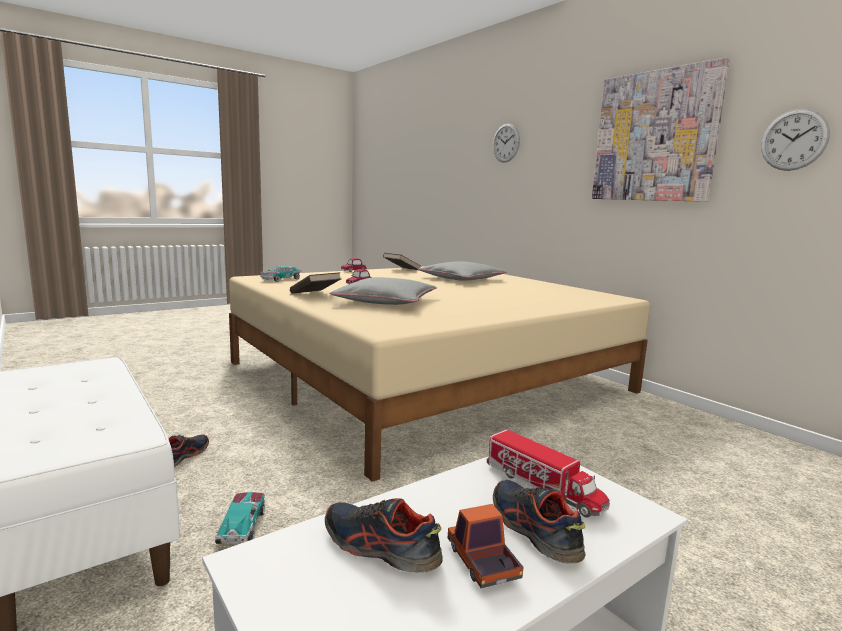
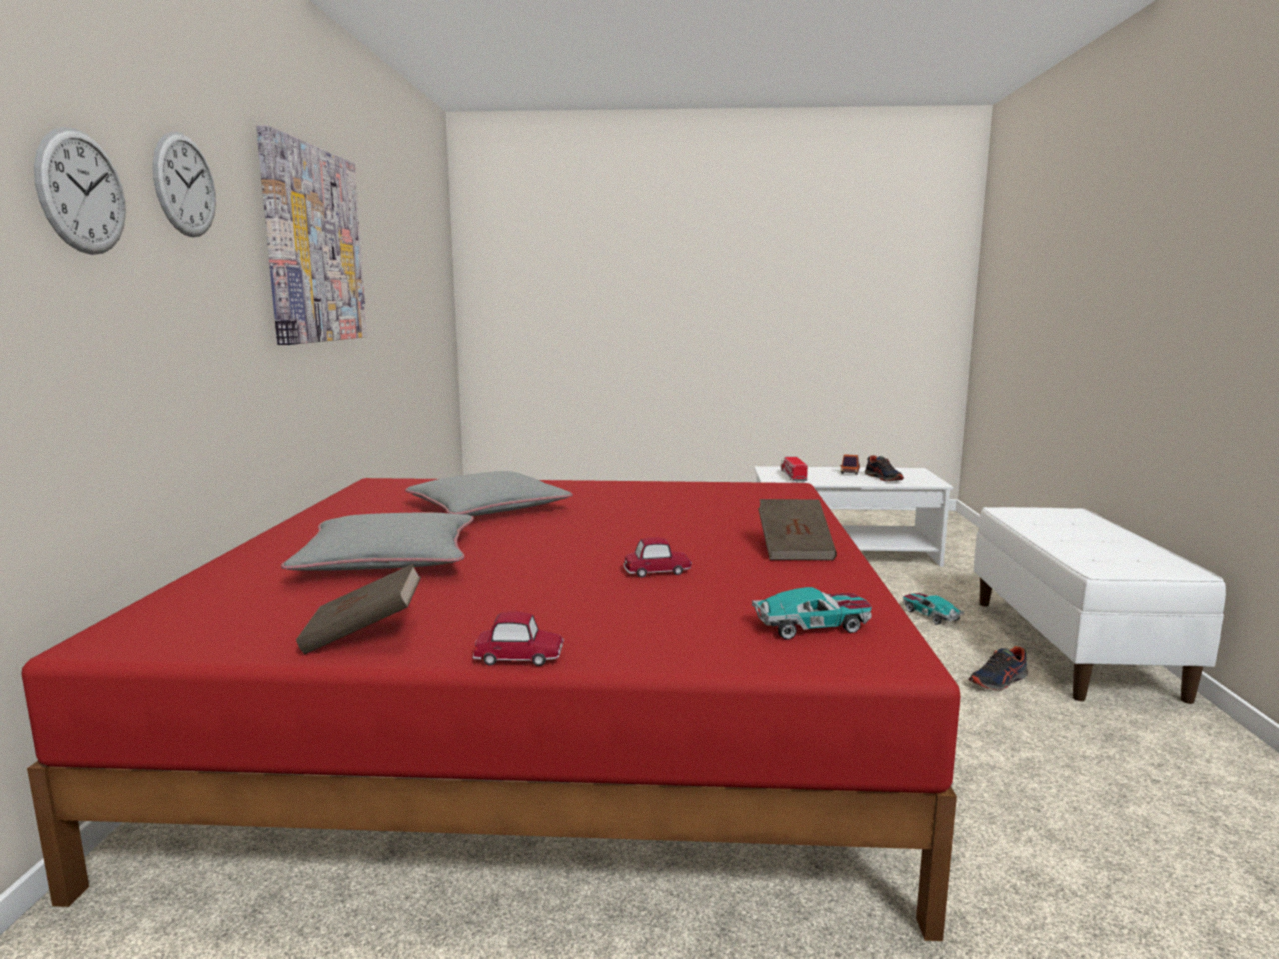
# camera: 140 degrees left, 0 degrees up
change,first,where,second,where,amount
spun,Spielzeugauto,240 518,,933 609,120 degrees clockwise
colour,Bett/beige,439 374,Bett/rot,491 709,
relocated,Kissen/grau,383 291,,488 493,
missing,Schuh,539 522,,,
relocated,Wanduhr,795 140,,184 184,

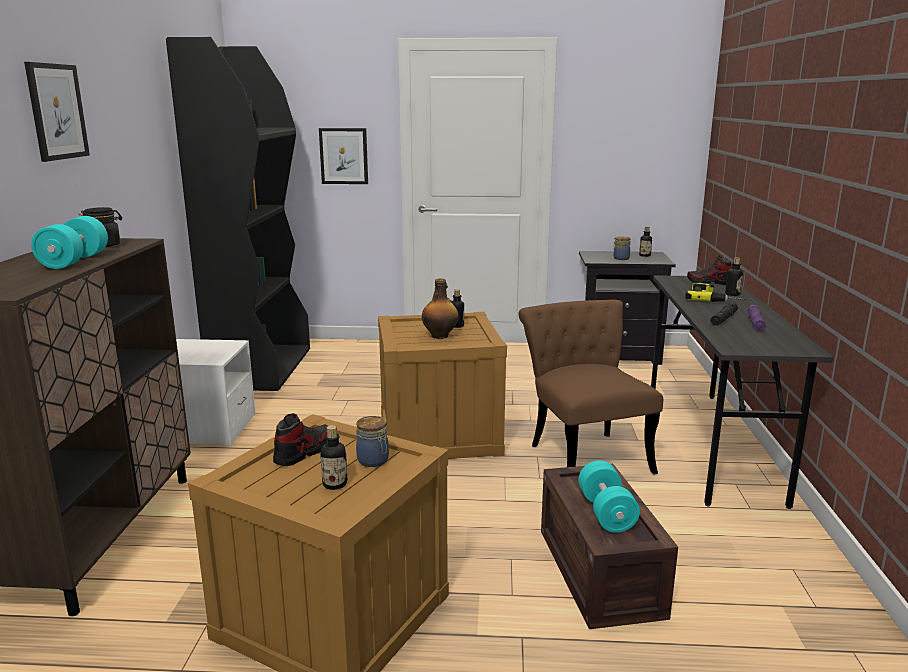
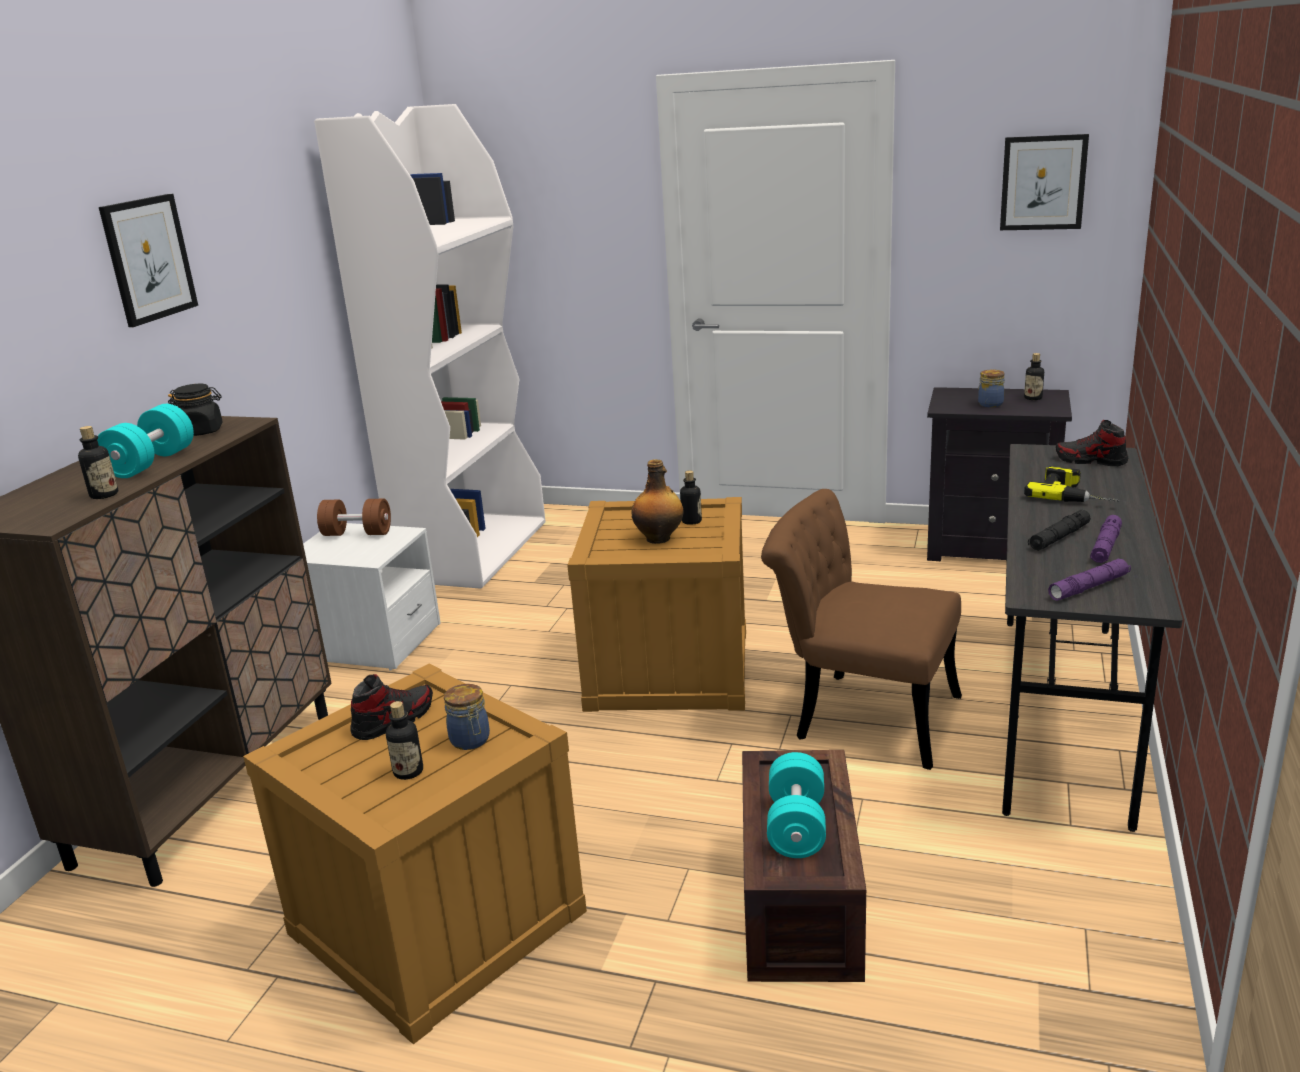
# camera: 15 degrees right, 5 degrees up
change,first,where,second,where,amount
colour,Bücherregal/schwarz,238 214,Bücherregal/weiß,430 346,
relocated,Bild,343 156,,1044 182,
spun,Stuhl/braun,591 387,,861 629,60 degrees counterclockwise
relocated,Flasche,734 276,,98 462,
appeared,,,Hantel/braun,354 517,
appeared,,,Taschenlampe/lila,1089 580,

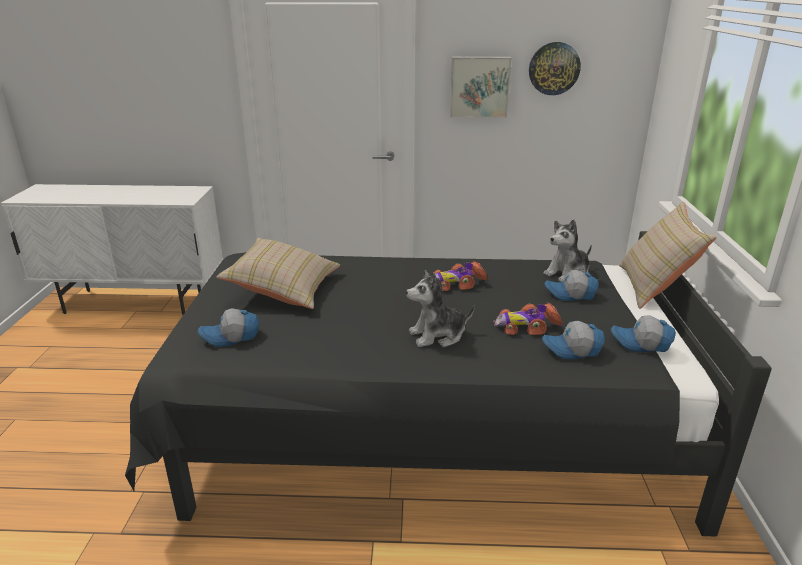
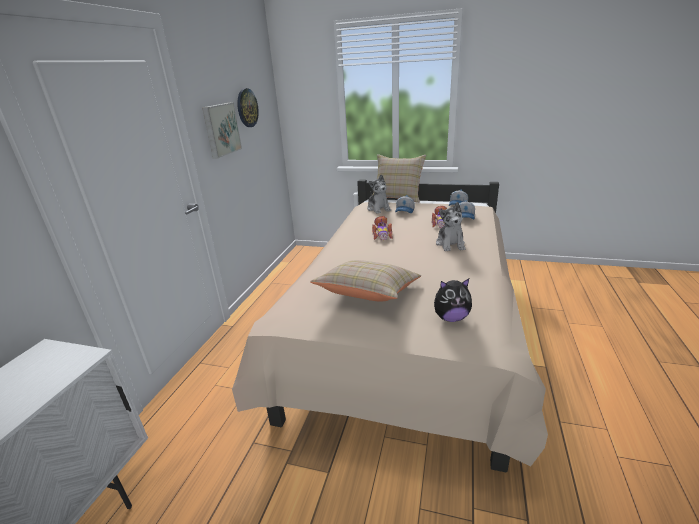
# camera: 75 degrees left, 0 degrees up
change,first,where,second,where,amount
colour,Bett/schwarz,448 383,Bett/beige,390 325,
exchanged,Kappe,228 327,Plüschtier,453 300,

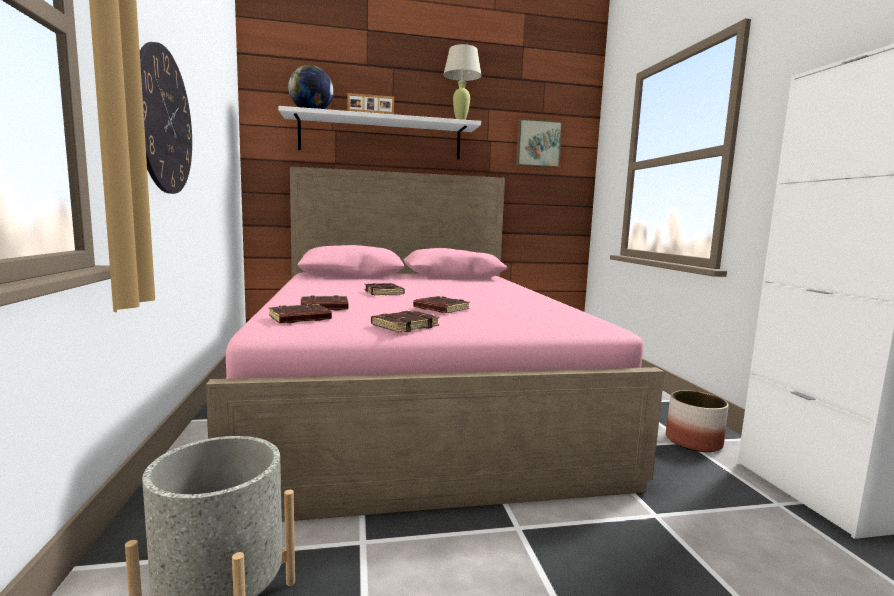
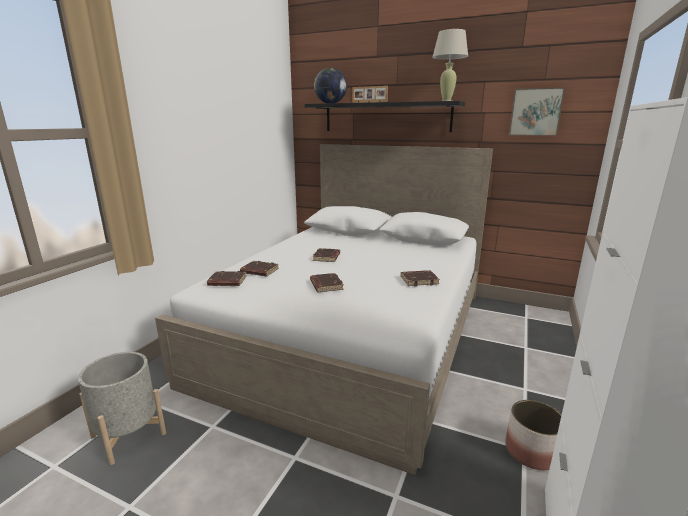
# camera: 35 degrees right, 10 degrees up
change,first,where,second,where,amount
missing,Wanduhr,166 118,,,
colour,Bett/rosa,435 344,Bett/weiß,324 309,
colour,Wandregal/weiß,380 133,Wandregal/schwarz,384 116,
relocated,Buch/braun,405 322,,420 278,

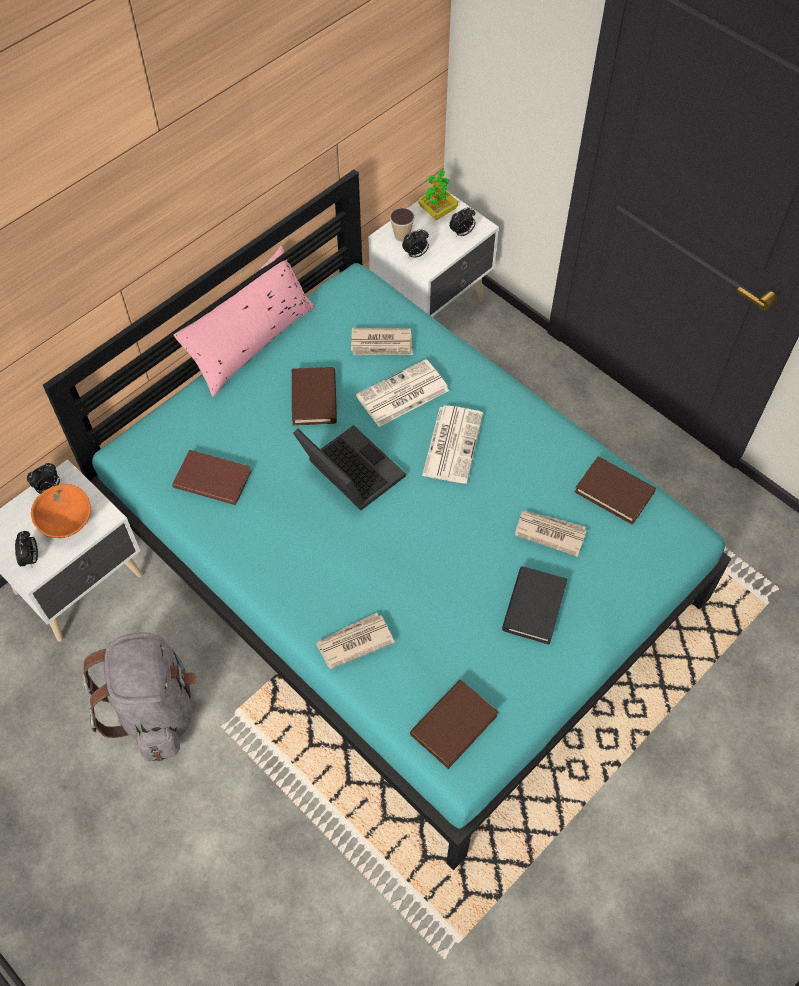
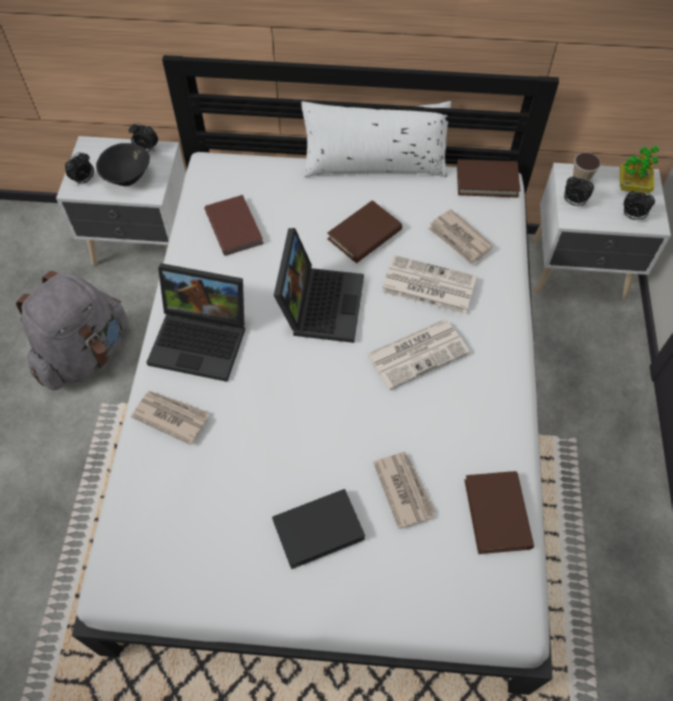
# camera: 50 degrees right, 0 degrees up
change,first,where,second,where,amount
colour,Schüssel/orange,61 511,Schüssel/schwarz,123 164,
colour,Bett/türkis,387 519,Bett/weiß,315 375,
colour,Kissen/rosa,244 321,Kissen/weiß,376 139,
relocated,Buch/braun,454 724,,488 178,
appeared,,,Laptop,195 322,

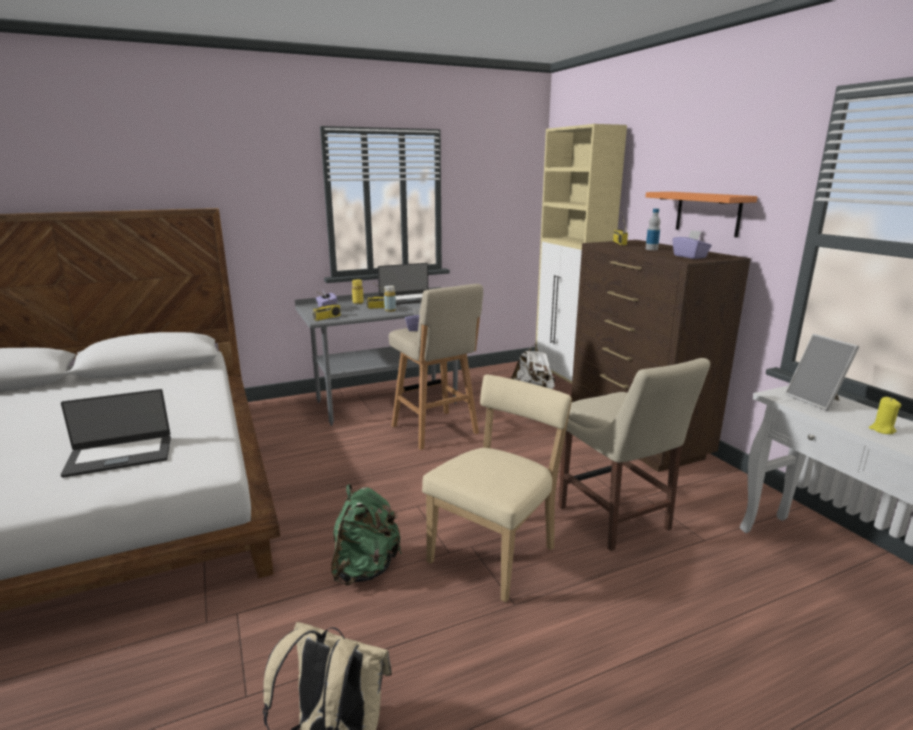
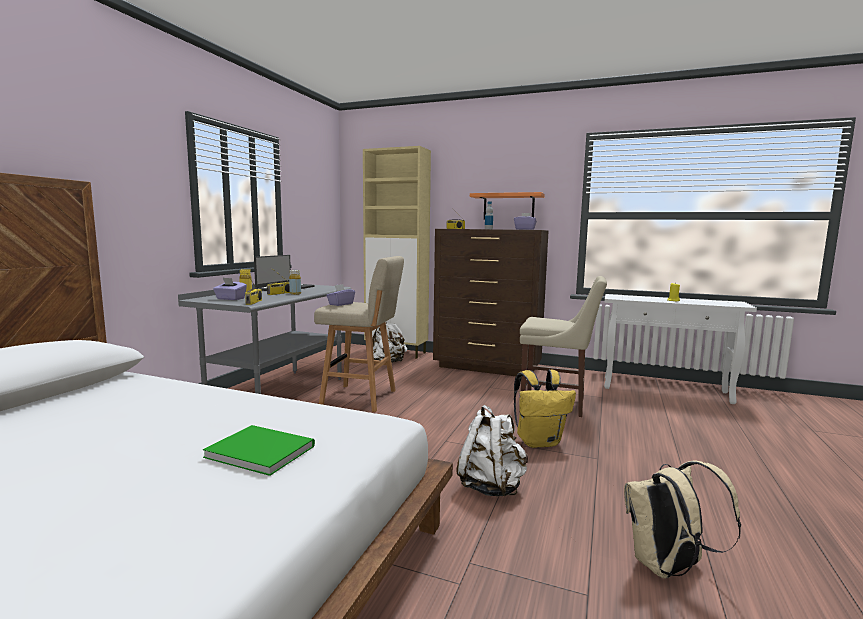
# camera: 45 degrees left, 10 degrees down
change,first,where,second,where,amount
exchanged,Laptop,116 433,Buch/grün,259 450,
colour,Rucksack/grün,366 535,Rucksack/weiß,492 451,
exchanged,Stuhl/beige,497 488,Rucksack/gelb,545 409,
missing,Bilderrahmen,822 372,,,

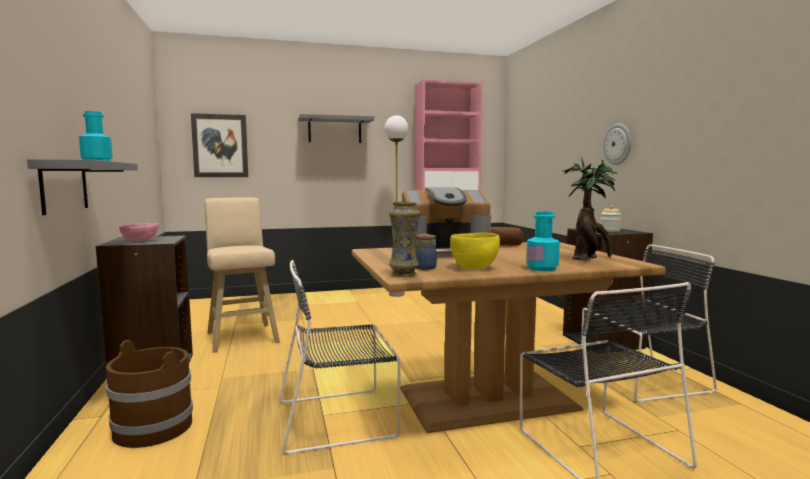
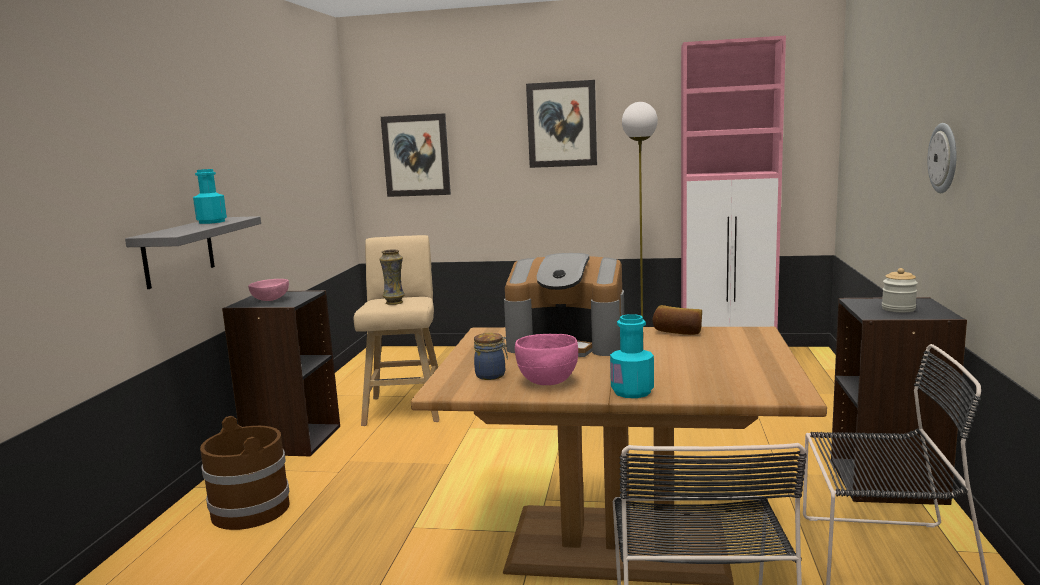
# camera: 25 degrees right, 5 degrees up
change,first,where,second,where,amount
missing,Stuhl/schwarz,340 357,,,
exchanged,Wandregal/grau,336 128,Bild,561 124,
relocated,Vase,405 239,,392 277,
colour,Schüssel/gelb,475 251,Schüssel/rosa,546 359,
missing,Topfpflanze,589 209,,,

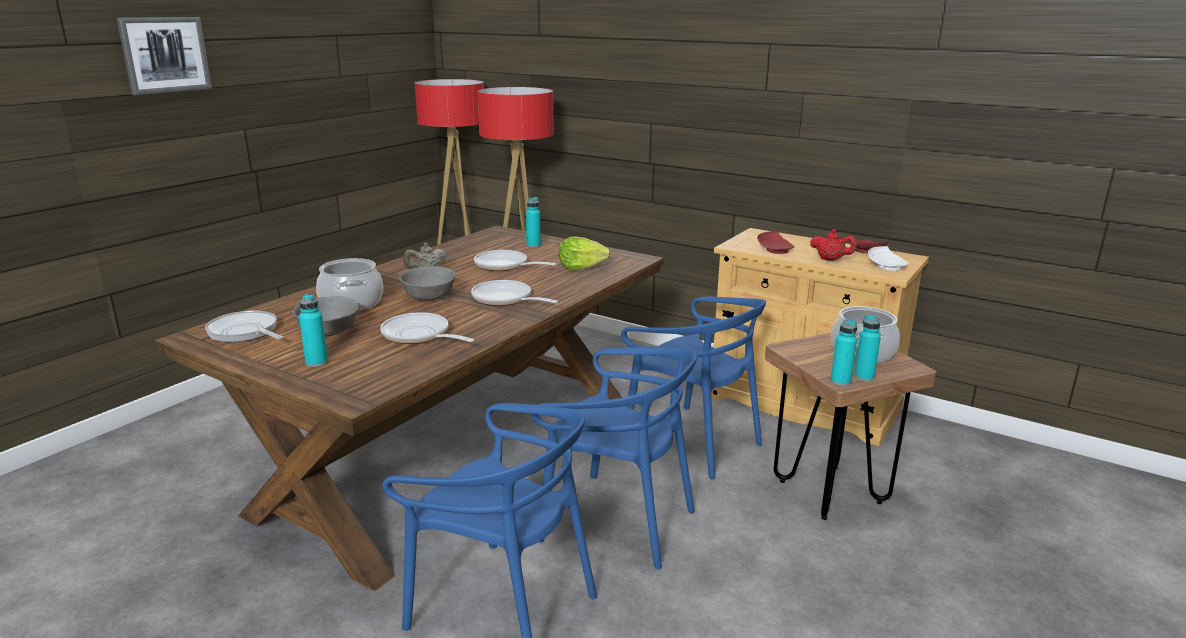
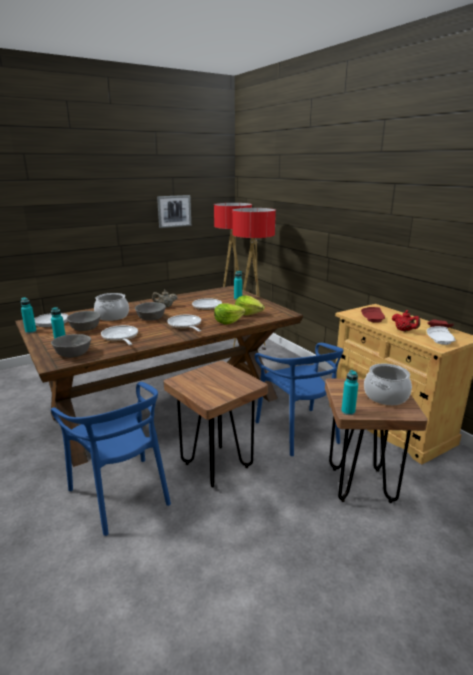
# camera: 25 degrees right, 0 degrees up
change,first,where,second,where,amount
relocated,Bild,164 56,,174 211,
exchanged,Stuhl/blau,614 458,Hocker/braun,216 424,
relocated,Flasche/türkis,867 348,,29 315,
appeared,,,Schüssel/grau,71 345,
appeared,,,Salatkopf,229 314,

